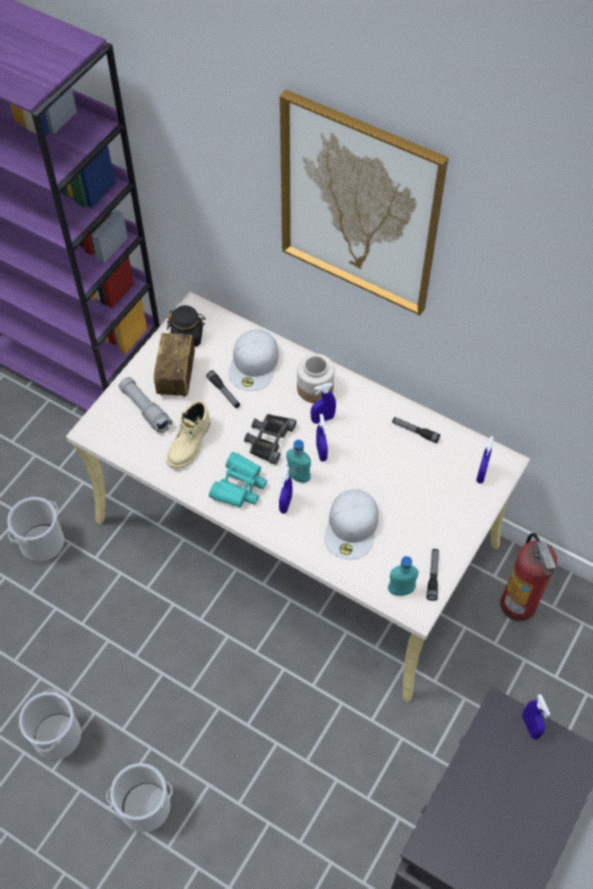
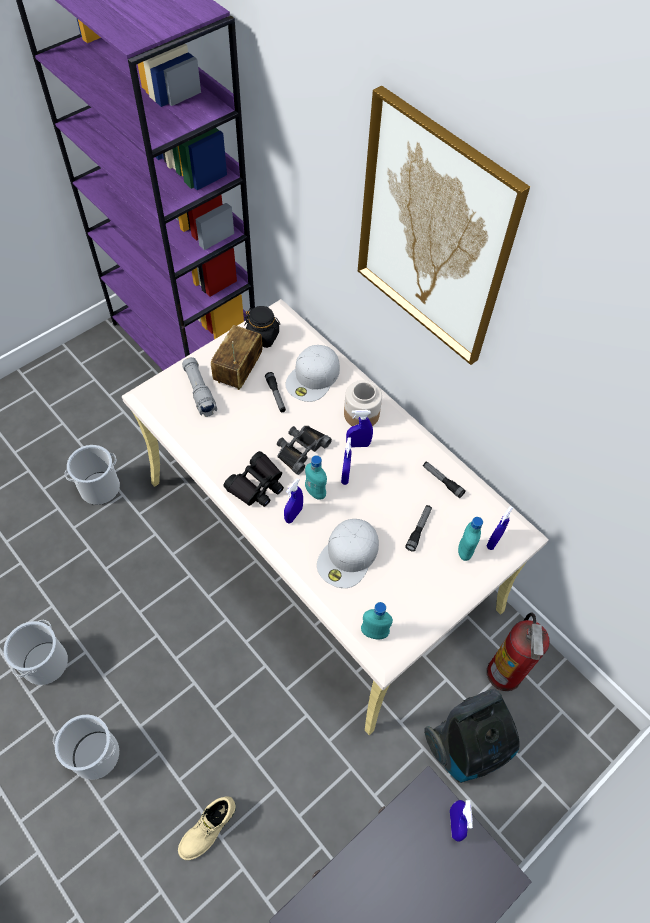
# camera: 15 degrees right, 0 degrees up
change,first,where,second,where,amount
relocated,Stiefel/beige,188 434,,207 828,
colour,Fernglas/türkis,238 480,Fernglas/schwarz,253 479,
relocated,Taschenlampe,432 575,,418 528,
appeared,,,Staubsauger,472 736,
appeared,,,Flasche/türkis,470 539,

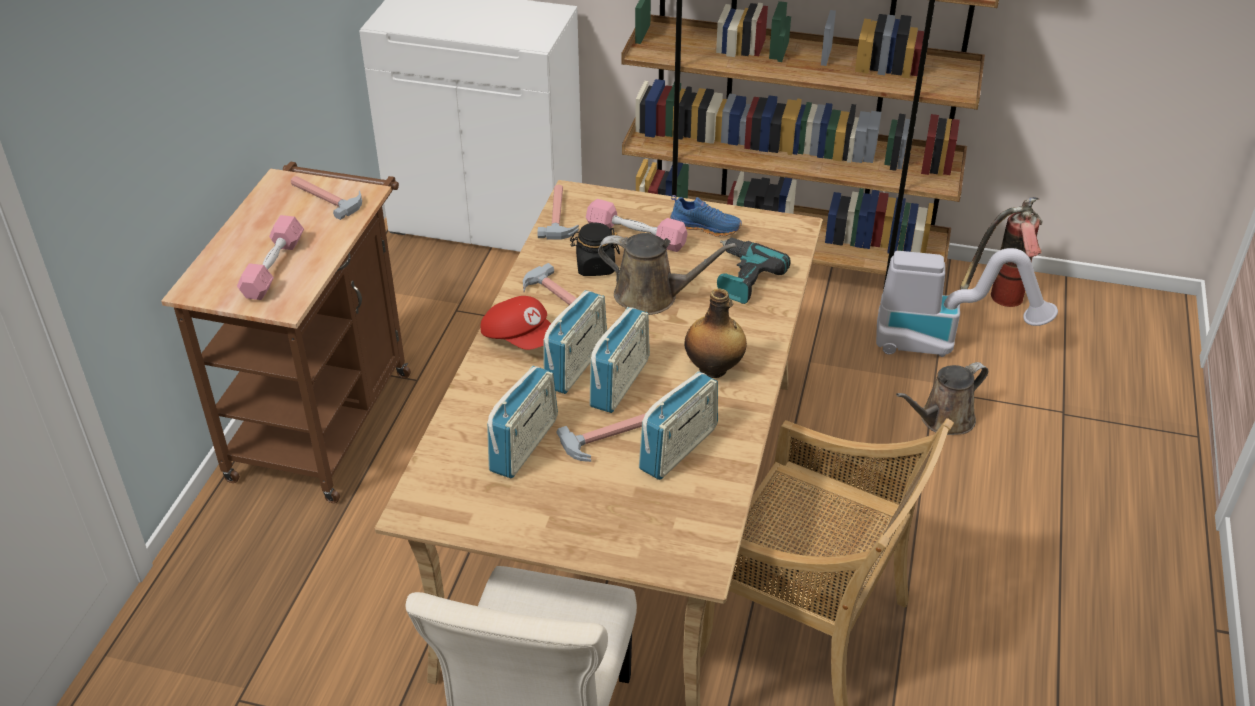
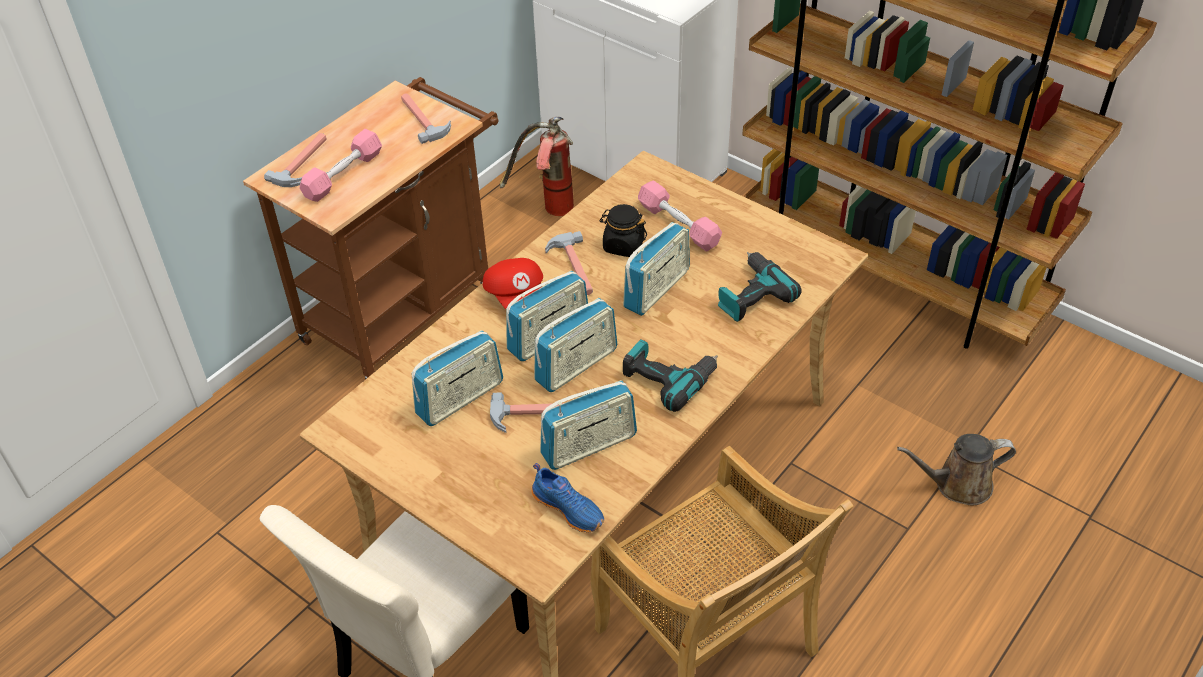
# camera: 25 degrees right, 5 degrees up
change,first,where,second,where,amount
relocated,Hammer,558 212,,295 160,
exchanged,Gießkanne/braun,667 274,Radio,656 269,
relocated,Schuh/blau,706 216,,567 498,
exchanged,Flasche,715 333,Bohrmaschine,670 375,
missing,Staubsauger,967 302,,,
relocated,Feuerlöscher,1001 252,,537 166,

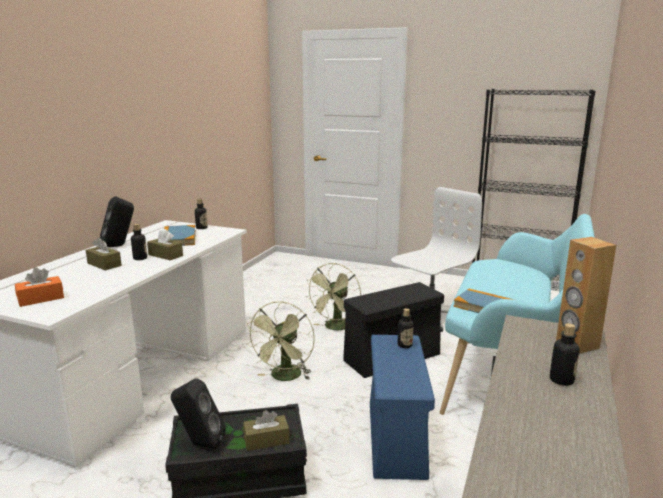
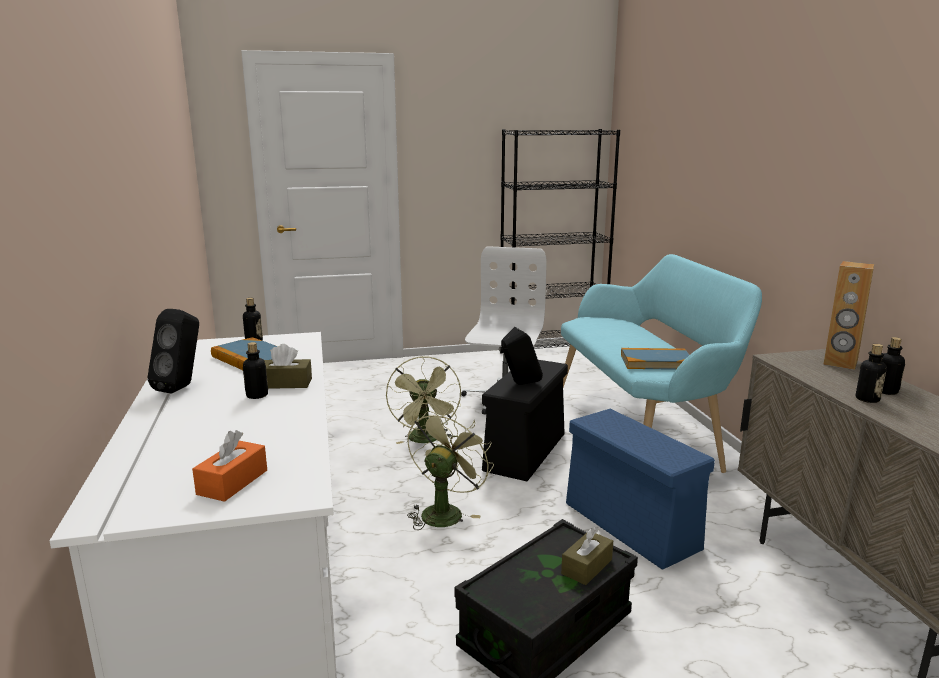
# camera: 35 degrees left, 0 degrees up
change,first,where,second,where,amount
missing,Taschentuchbox/braun,104 253,,,
relocated,Lautsprecher/schwarz,198 414,,522 356,
spun,Ventilator/grün,280 341,,450 469,135 degrees counterclockwise
relocated,Flasche,406 328,,871 373,

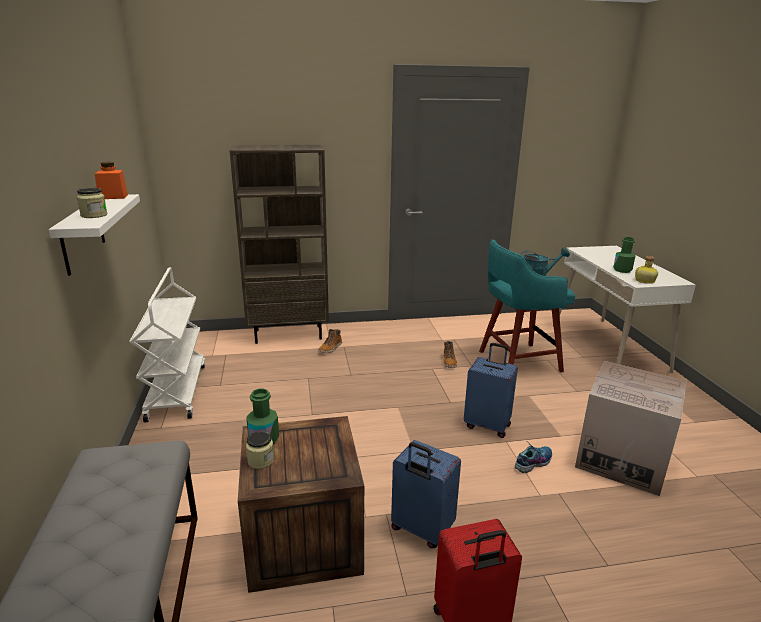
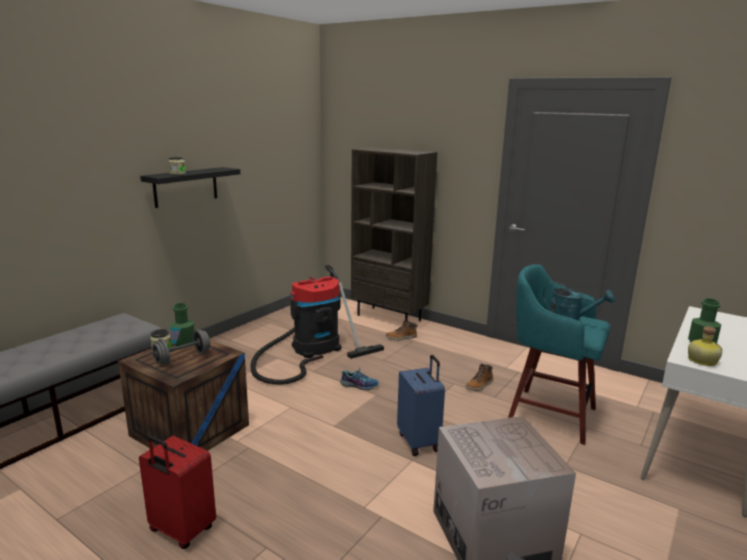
# camera: 45 degrees right, 5 degrees down
change,first,where,second,where,amount
colour,Wandregal/weiß,94 235,Wandregal/schwarz,190 187,
missing,Vorratsglas/orange,111 180,,,
missing,Rollwagen/weiß,167 345,,,
missing,Koffer/blau,426 494,,,
relocated,Schuh,533 458,,359 378,
appeared,,,Hantel/grau,181 347,
appeared,,,Staubsauger,317 325,

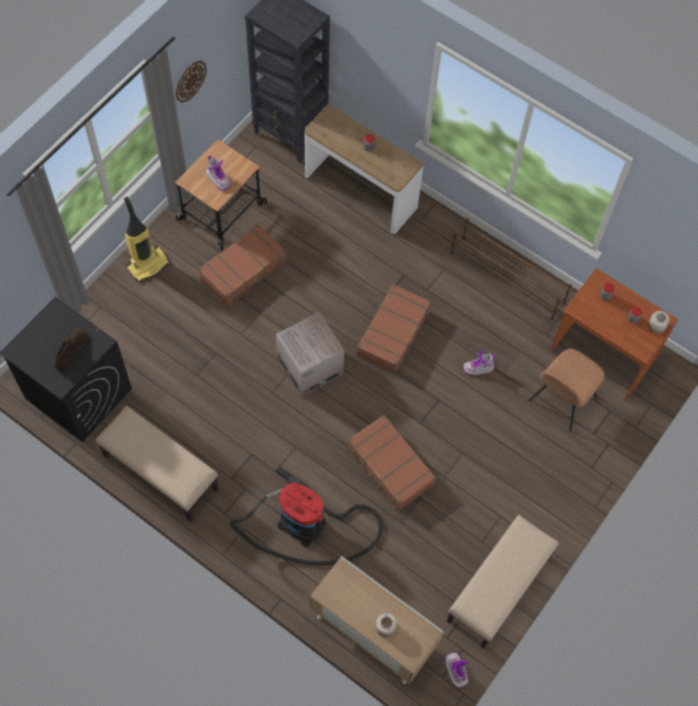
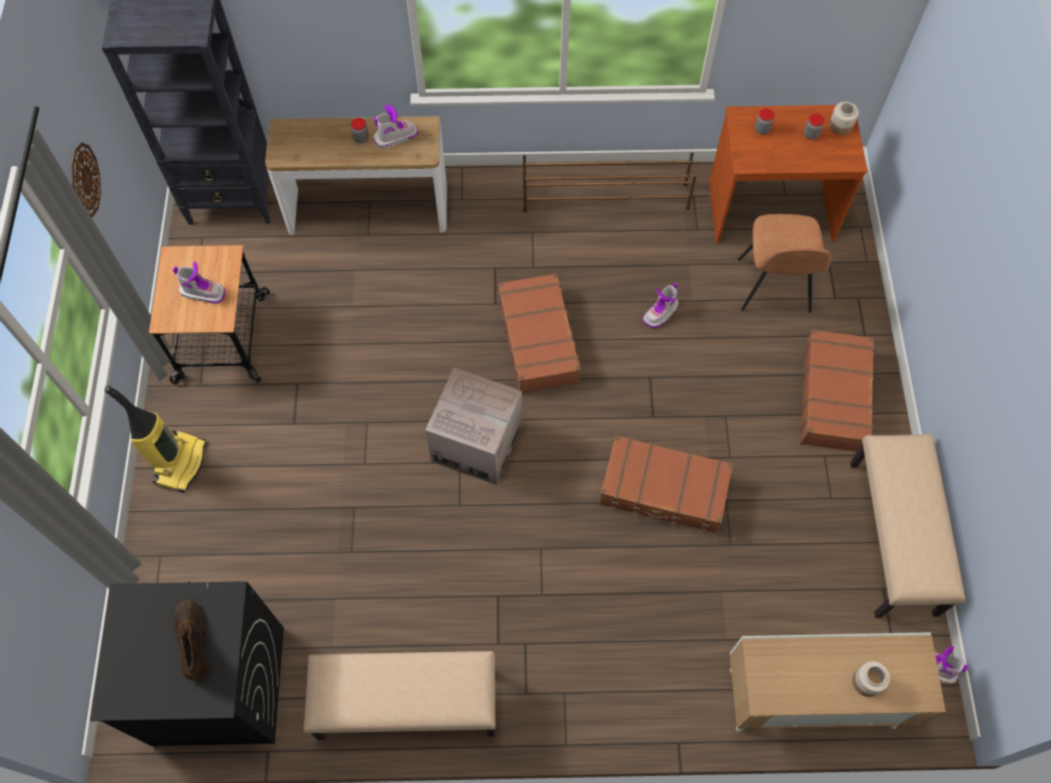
# camera: 35 degrees left, 0 degrees up
change,first,where,second,where,amount
relocated,Koffer/braun,242 265,,837 390,
missing,Staubsauger,306 516,,,
appeared,,,Stiefel,395 127,

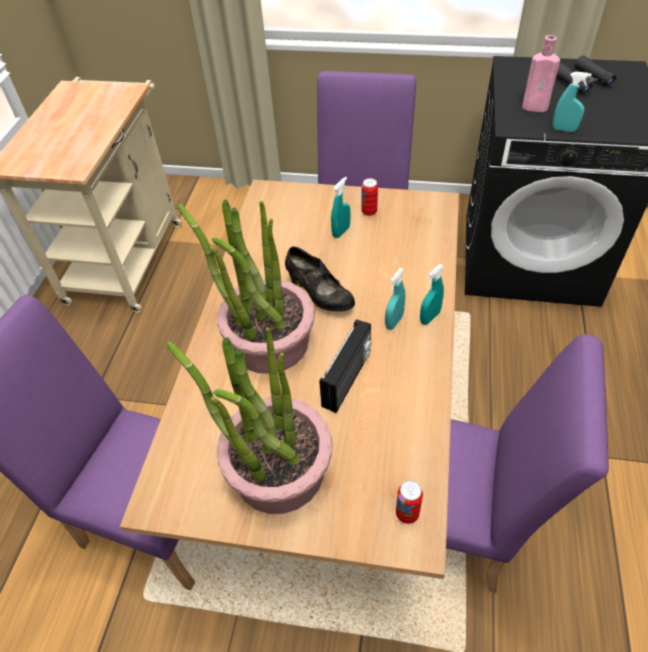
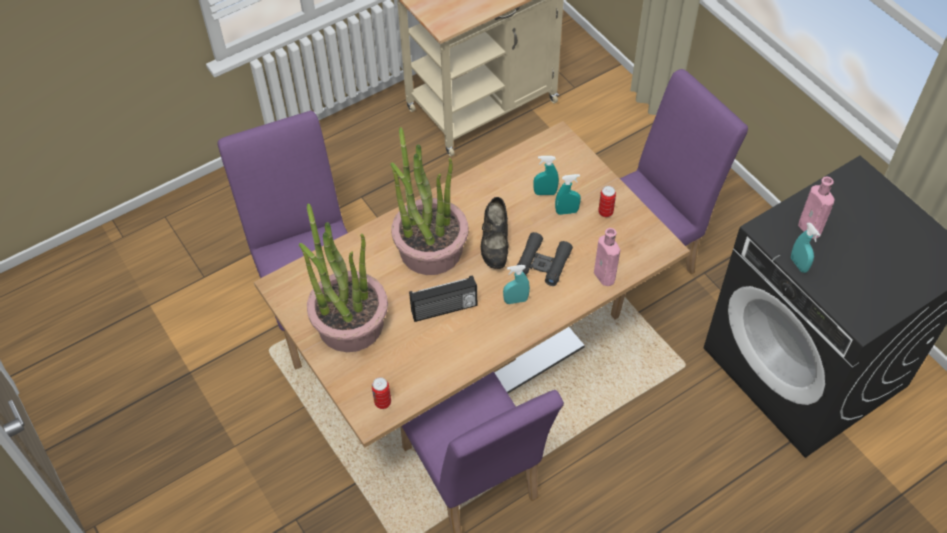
# camera: 45 degrees right, 5 degrees up
change,first,where,second,where,amount
relocated,Sprühflasche/türkis,432 294,,546 175,
relocated,Fernglas/schwarz,586 75,,544 259,
appeared,,,Flasche/rosa,607 257,

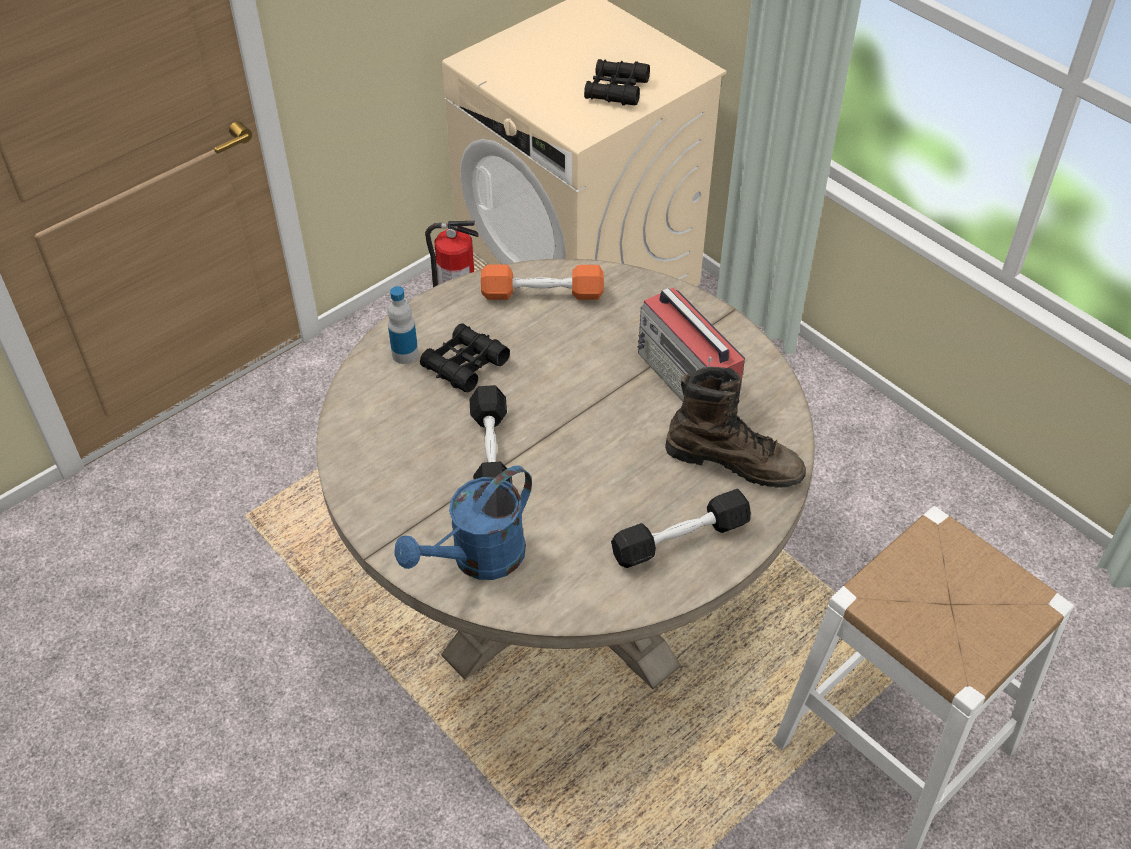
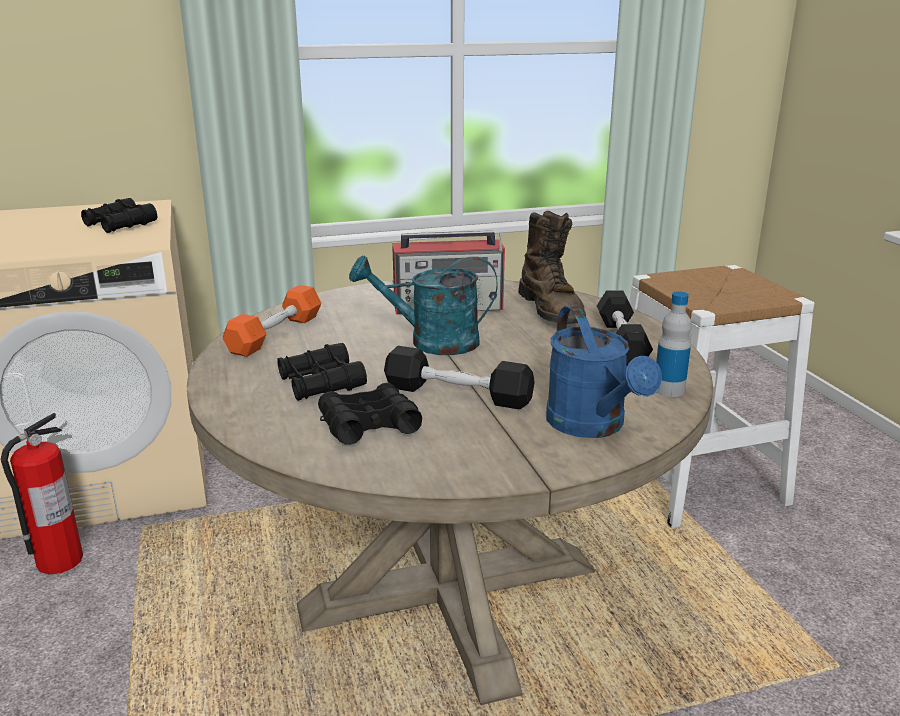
# camera: 65 degrees left, 25 degrees down
change,first,where,second,where,amount
relocated,Flasche,402 325,,674 344,
spun,Stiefel/braun,735 427,,552 267,120 degrees clockwise
appeared,,,Fernglas/schwarz,370 414,
appeared,,,Gießkanne/türkis,423 305,

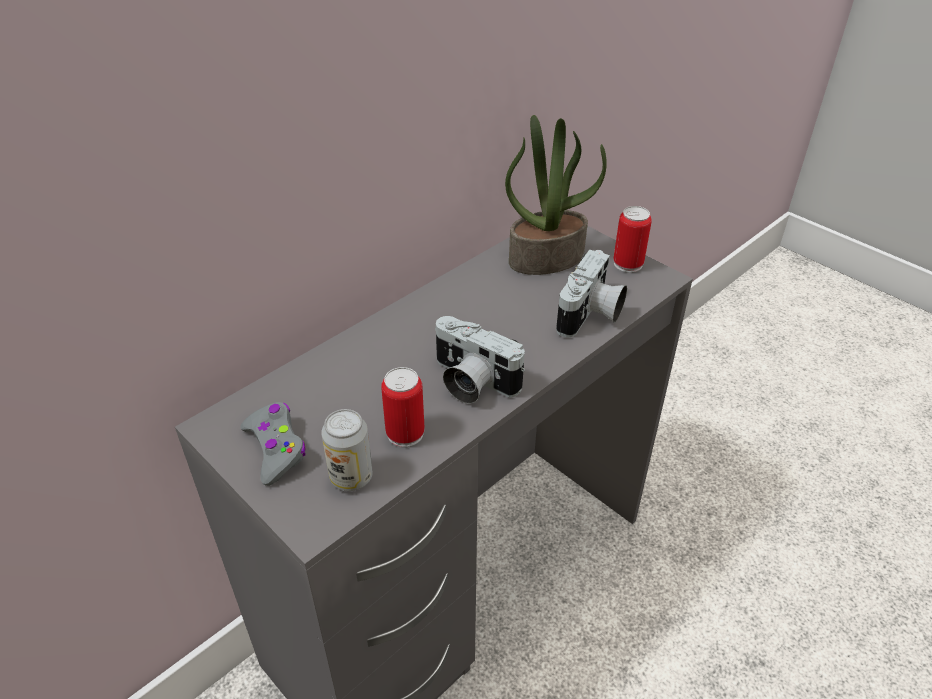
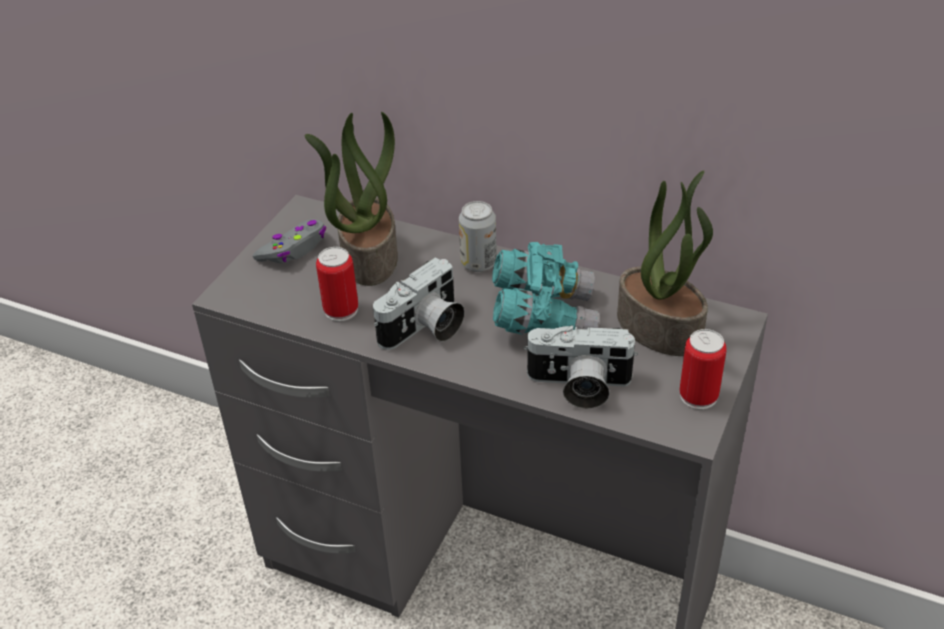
# camera: 70 degrees right, 0 degrees up
change,first,where,second,where,amount
relocated,Dose,347 450,,478 236,
spun,Kamera,480 360,,419 303,150 degrees counterclockwise
appeared,,,Topfpflanze,351 199,
appeared,,,Fernglas/türkis,546 288,

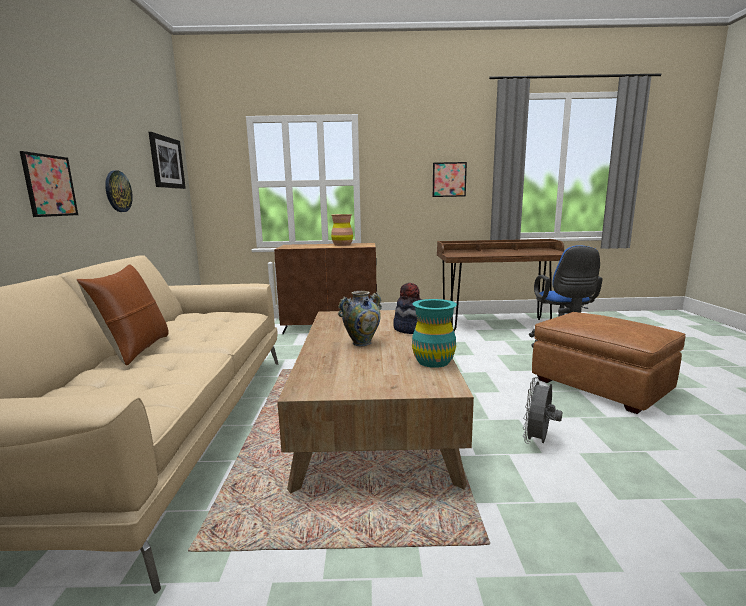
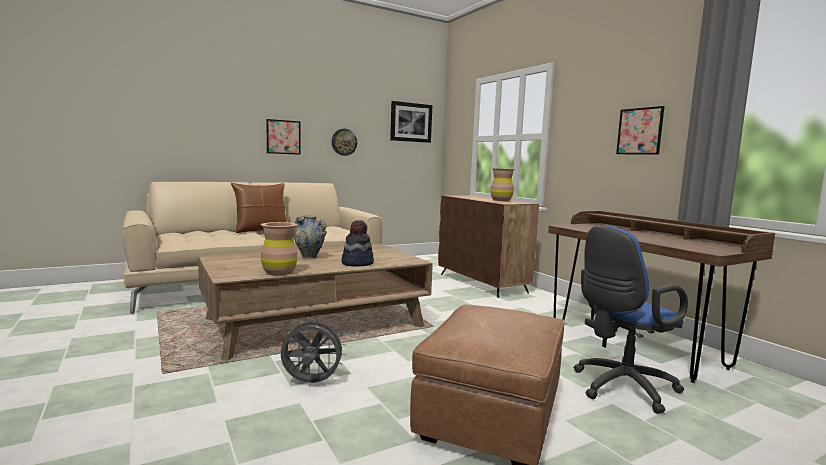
# camera: 60 degrees right, 5 degrees down
change,first,where,second,where,amount
colour,Vase/türkis,434 333,Vase/braun,279 248,

